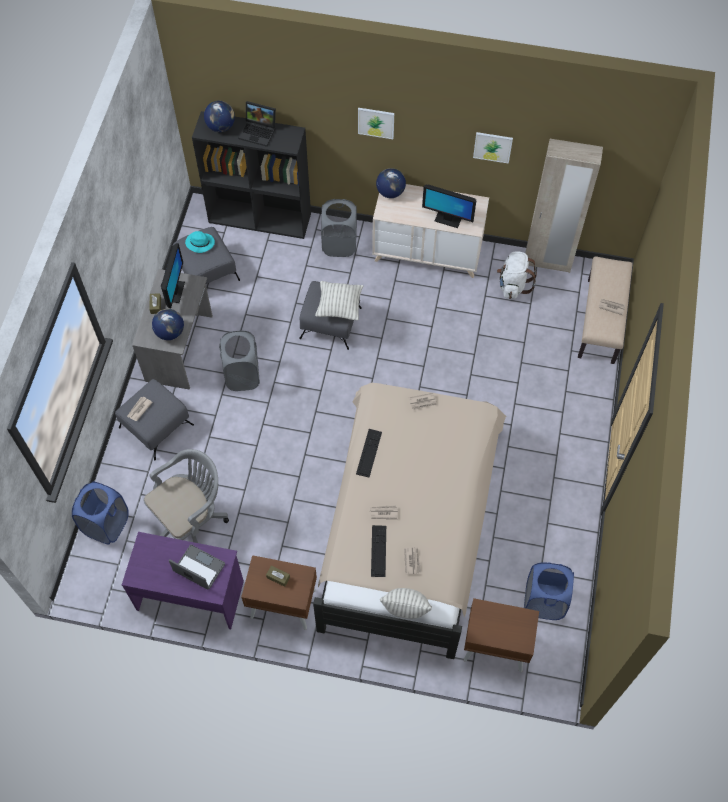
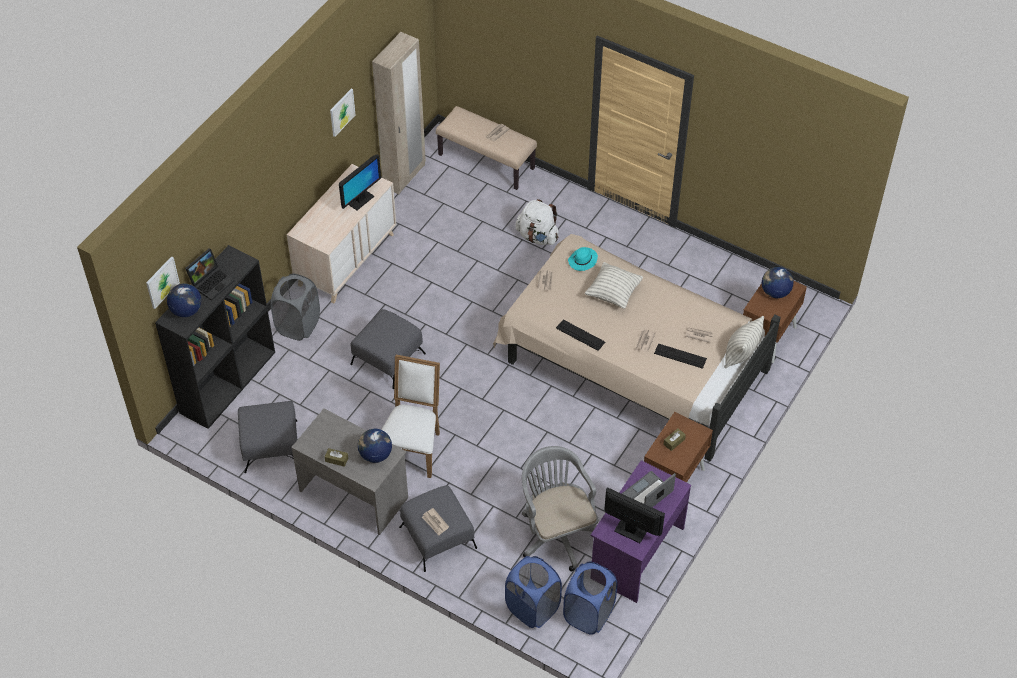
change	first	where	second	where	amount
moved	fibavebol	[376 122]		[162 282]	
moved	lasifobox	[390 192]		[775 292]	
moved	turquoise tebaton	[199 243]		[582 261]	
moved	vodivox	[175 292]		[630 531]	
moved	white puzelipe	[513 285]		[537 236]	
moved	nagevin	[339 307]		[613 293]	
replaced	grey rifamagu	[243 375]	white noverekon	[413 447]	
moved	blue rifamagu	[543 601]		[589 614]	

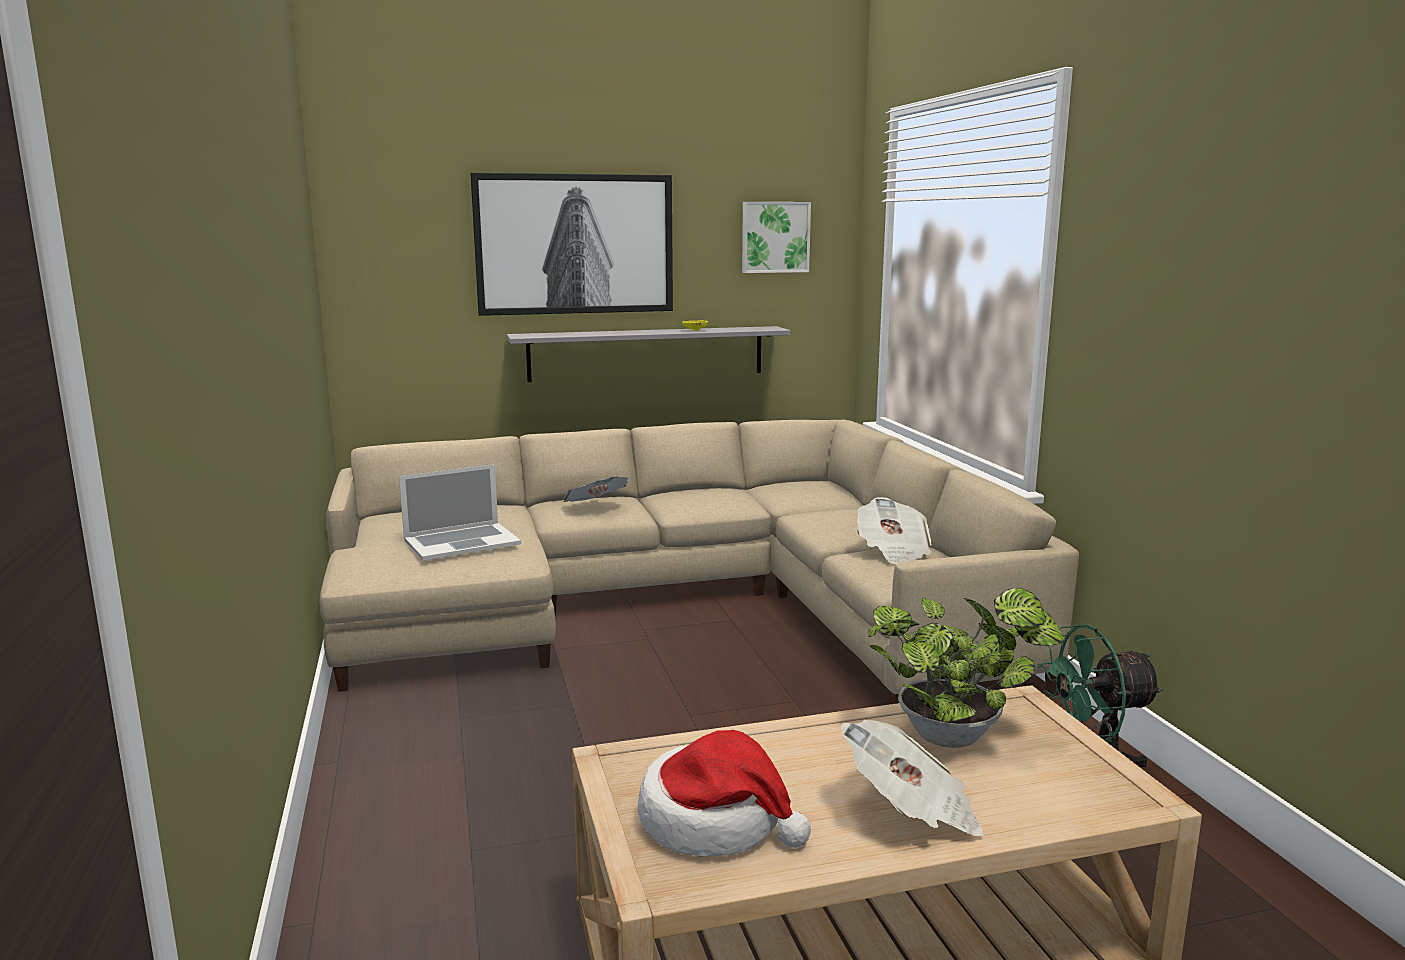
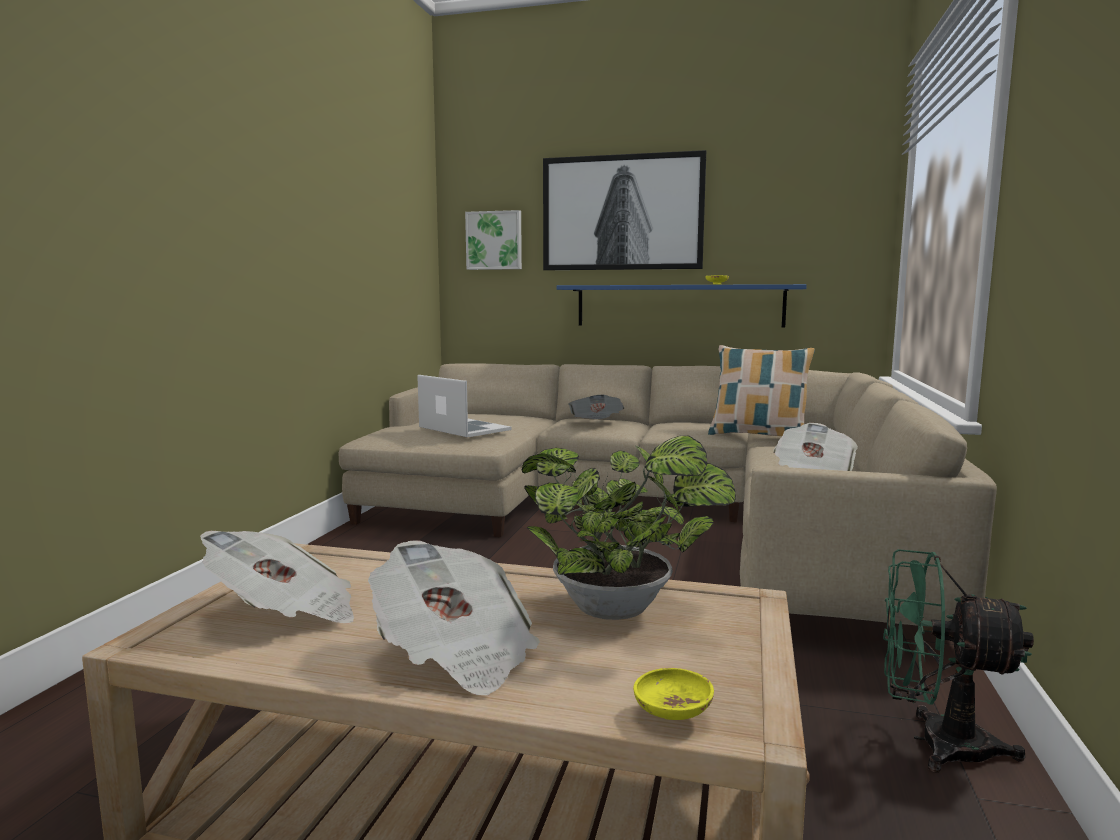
change	first	where	second	where	amount
moved	fibavebol	[775 237]		[494 240]	
recoloured	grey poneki	[647 353]	blue poneki	[678 305]	
turned	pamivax	[461 542]		[463 428]	135 degrees counterclockwise
replaced	tebaton	[715 821]	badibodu	[286 613]	
added			nagevin	[758 436]	
added			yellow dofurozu	[672 714]	

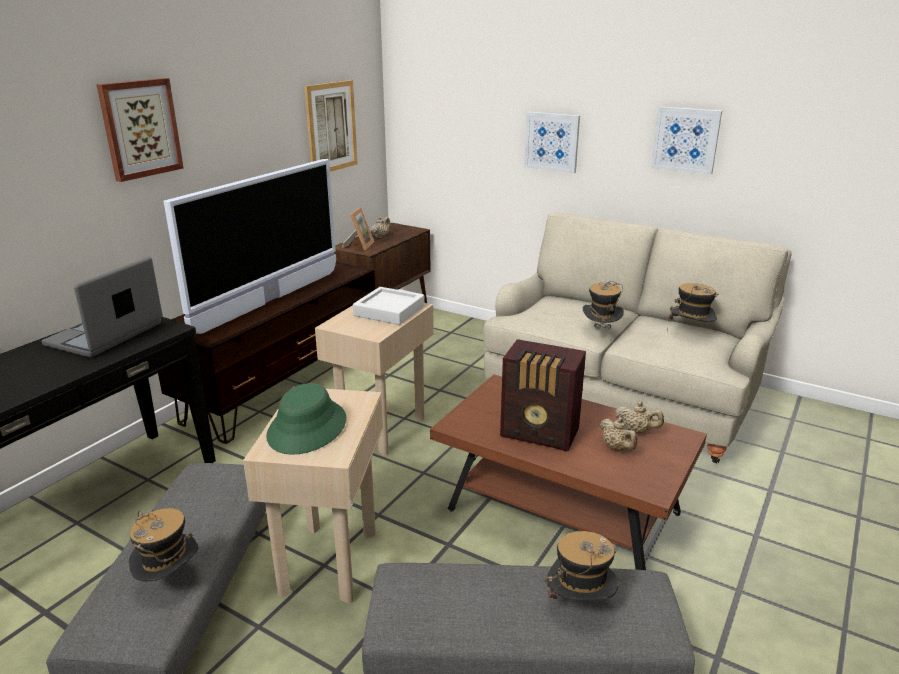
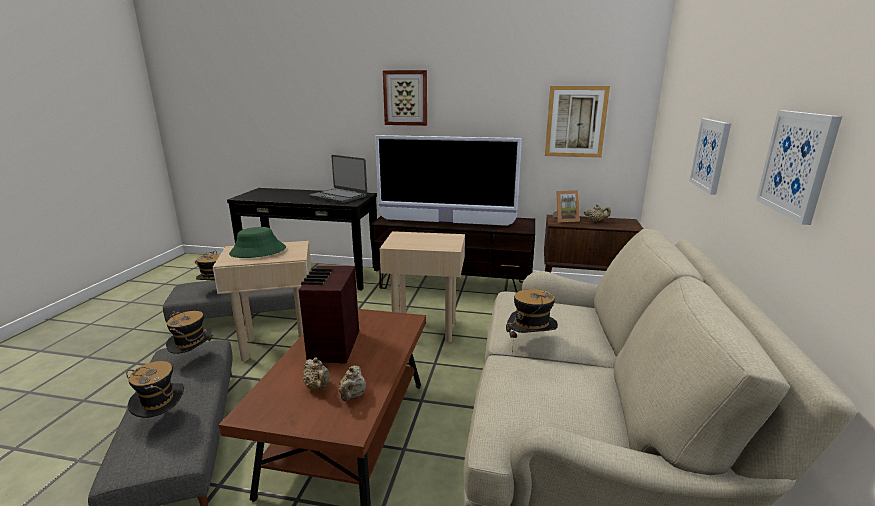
change	first	where	second	where	amount
turned	pamivax	[106 334]		[338 197]	150 degrees counterclockwise
moved	tebaton	[690 334]		[194 360]	
removed	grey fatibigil	[389 311]			
turned	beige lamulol	[617 448]		[318 387]	75 degrees counterclockwise

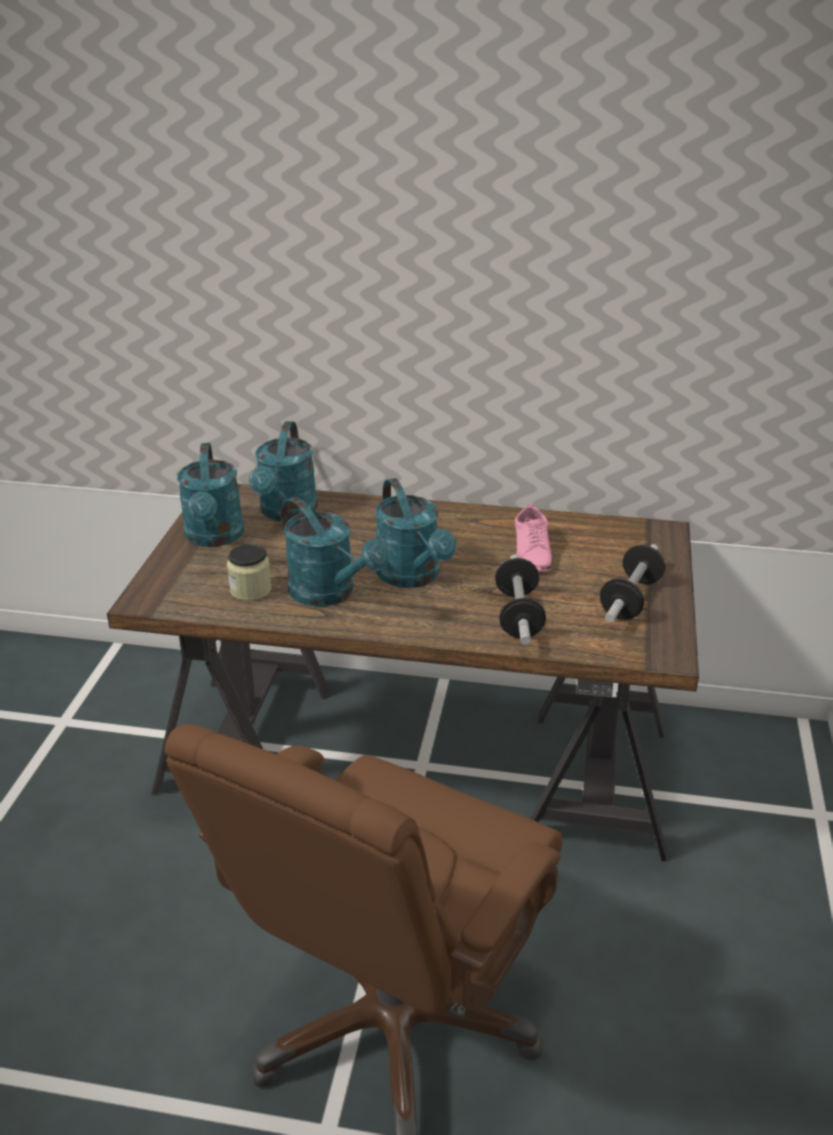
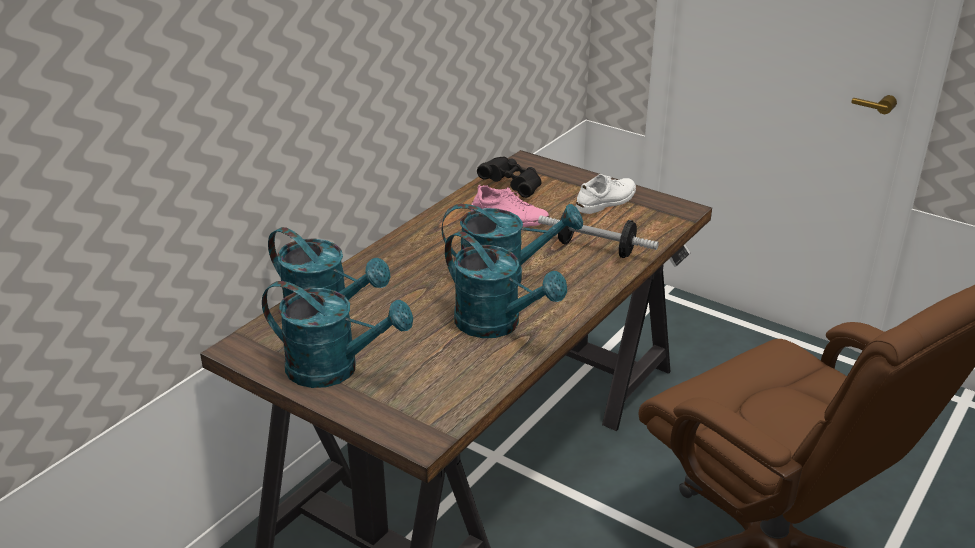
change	first	where	second	where	amount
turned	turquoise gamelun	[330 593]		[497 325]	60 degrees clockwise
removed	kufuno	[250 590]			
replaced	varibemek	[630 599]	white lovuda	[606 201]	
added			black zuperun	[512 186]	

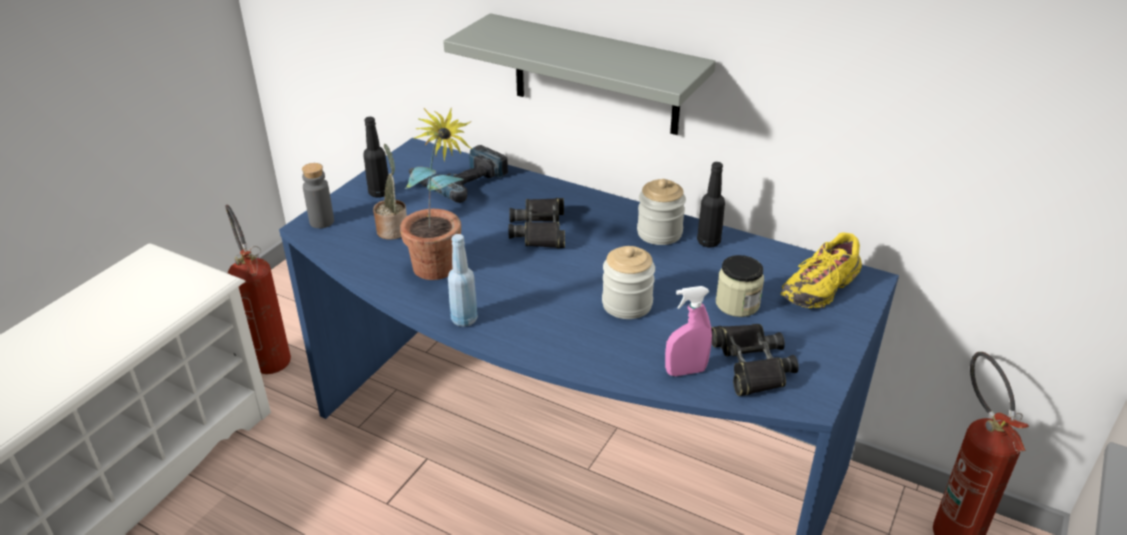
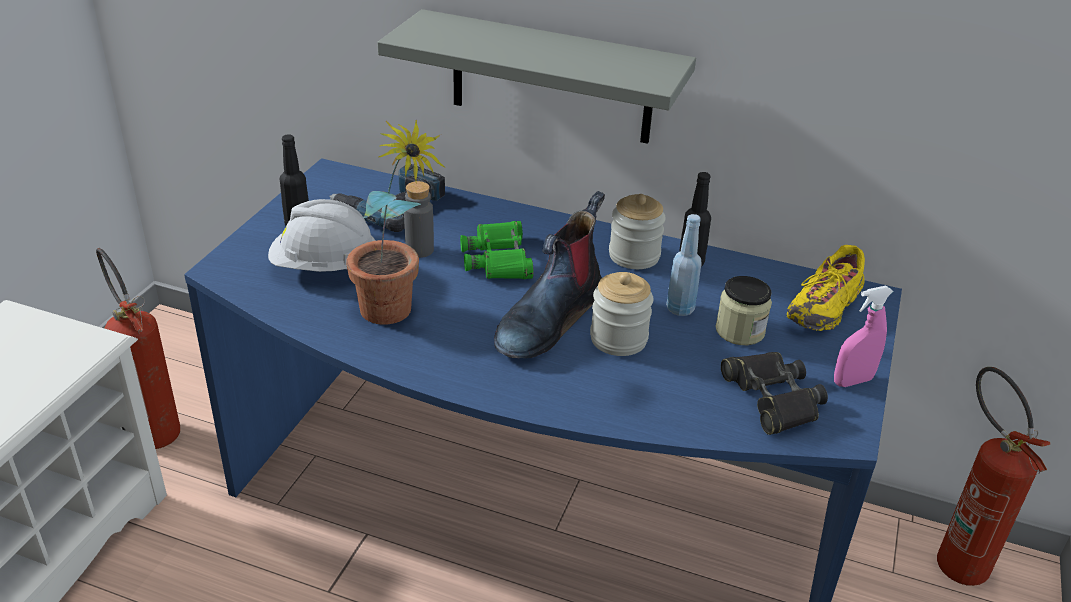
change	first	where	second	where	amount
replaced	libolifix	[393 229]	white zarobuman	[324 267]	
moved	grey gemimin	[322 222]		[419 250]	
recoloured	black zuperun	[540 230]	green zuperun	[498 259]	
moved	blue gemimin	[464 319]		[680 309]	
moved	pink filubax	[685 371]		[852 381]	
added			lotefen	[548 318]	

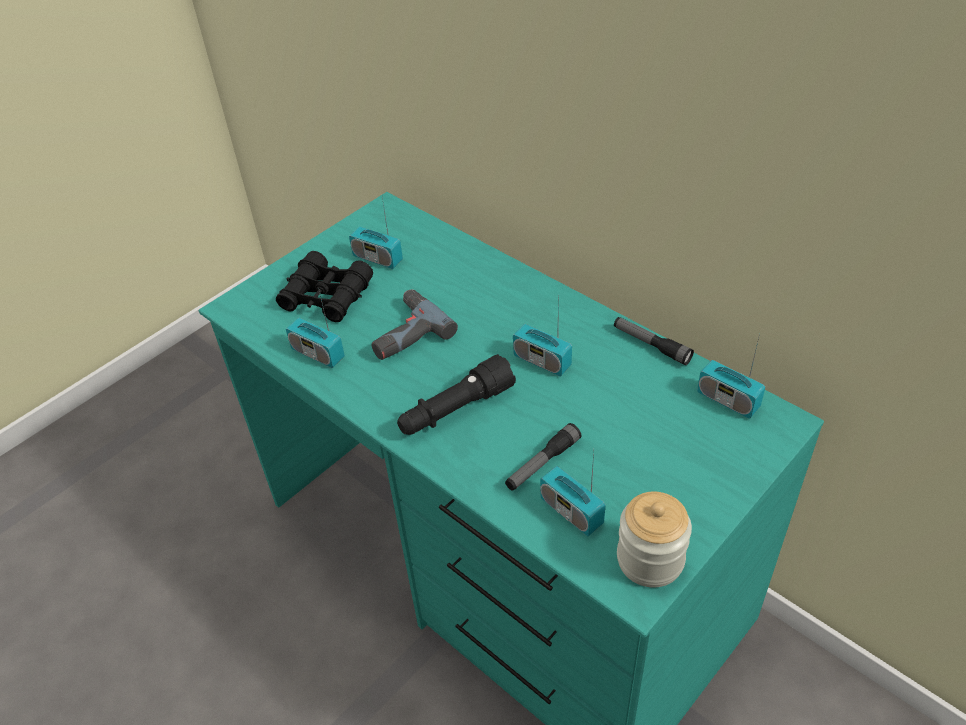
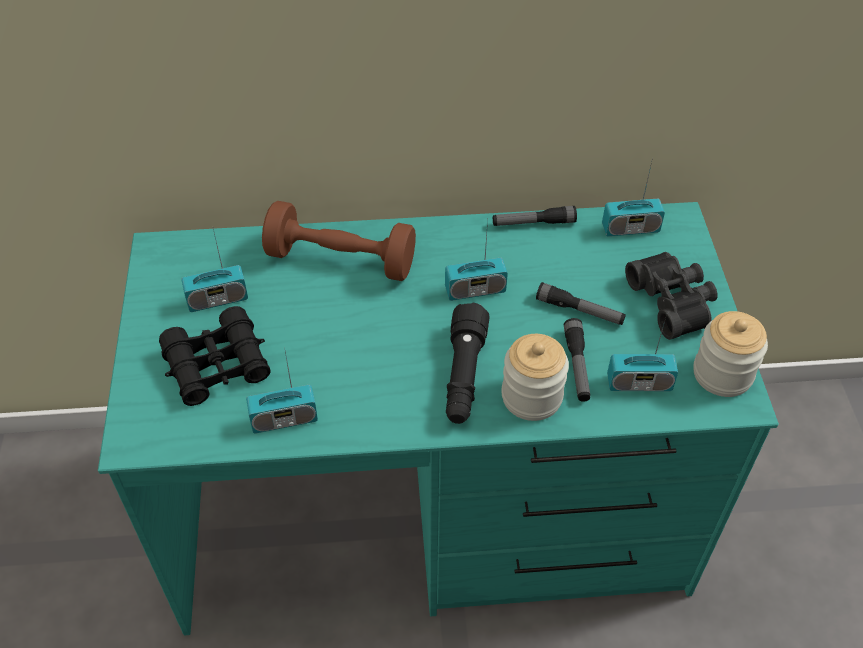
change	first	where	second	where	amount
removed	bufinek	[404 332]			
added			brown varibemek	[341 260]	
added			black zuperun	[673 301]	
added			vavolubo	[579 311]	
added			kufuno	[531 396]	

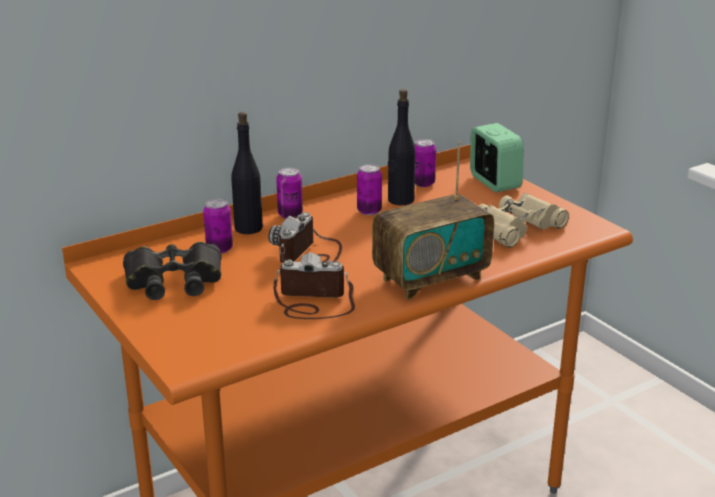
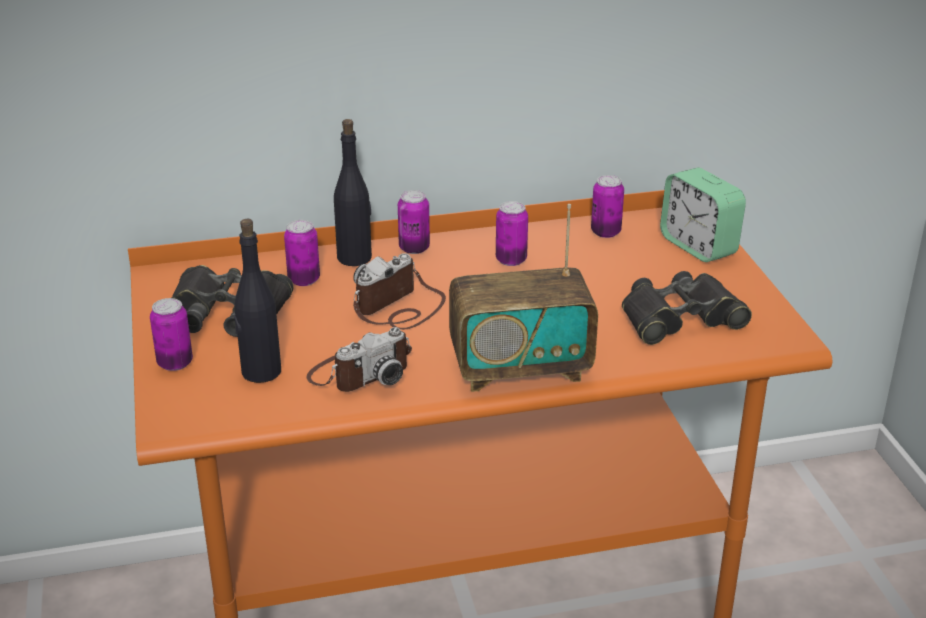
change	first	where	second	where	amount
moved	black gemimin	[400 200]		[260 372]	
turned	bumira	[494 182]		[698 246]	150 degrees clockwise
recoloured	beige zuperun	[517 228]	black zuperun	[680 318]	
turned	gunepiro	[313 303]		[360 372]	120 degrees clockwise
added			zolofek	[175 363]	

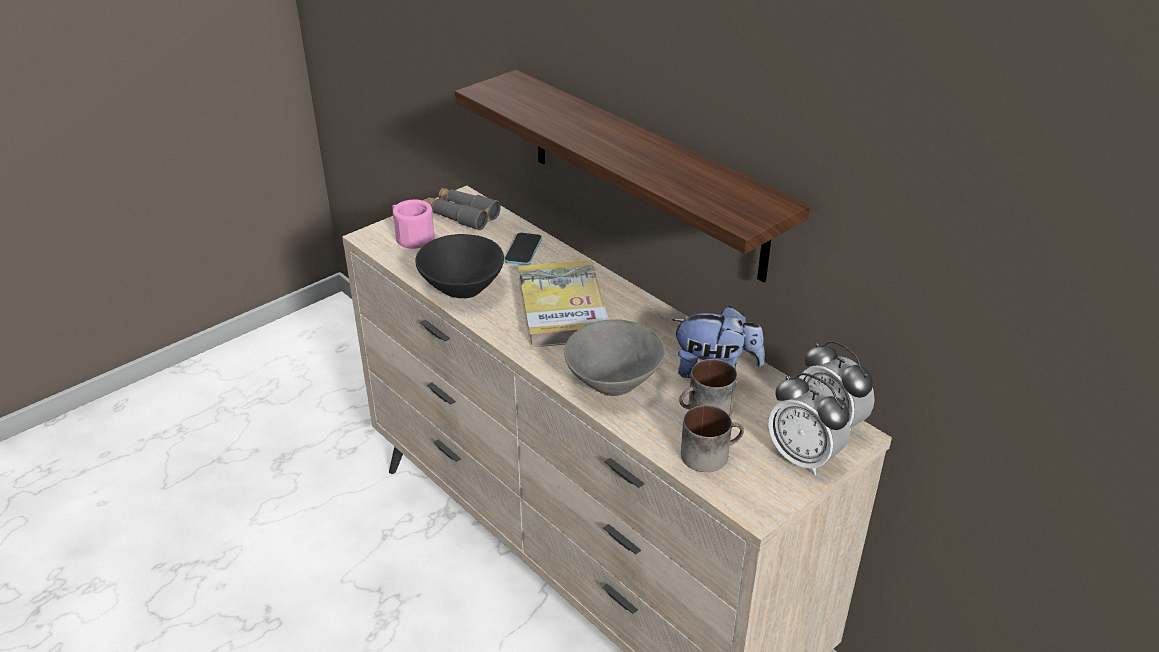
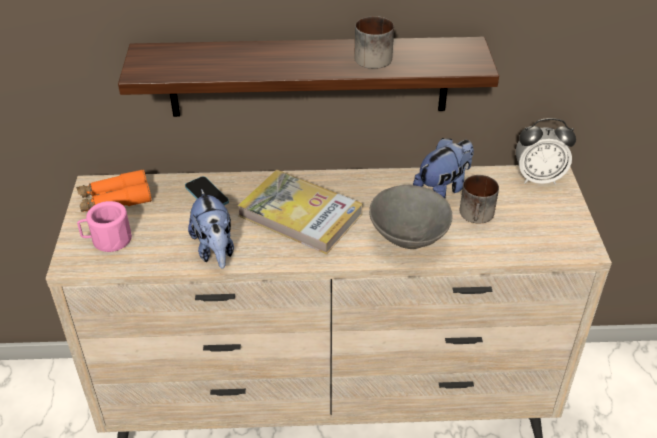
change	first	where	second	where	amount
recoloured	grey zuperun	[460 215]	orange zuperun	[115 200]	
replaced	black dofurozu	[462 289]	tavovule	[215 250]	
removed	bumira	[803 458]			
moved	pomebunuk	[710 453]		[373 56]	

